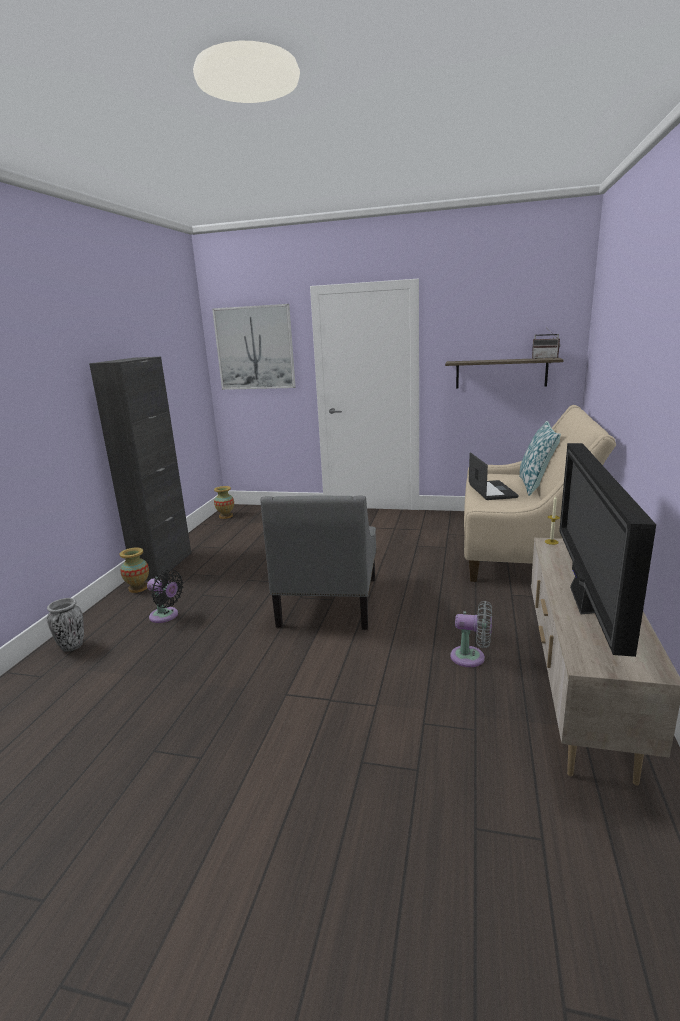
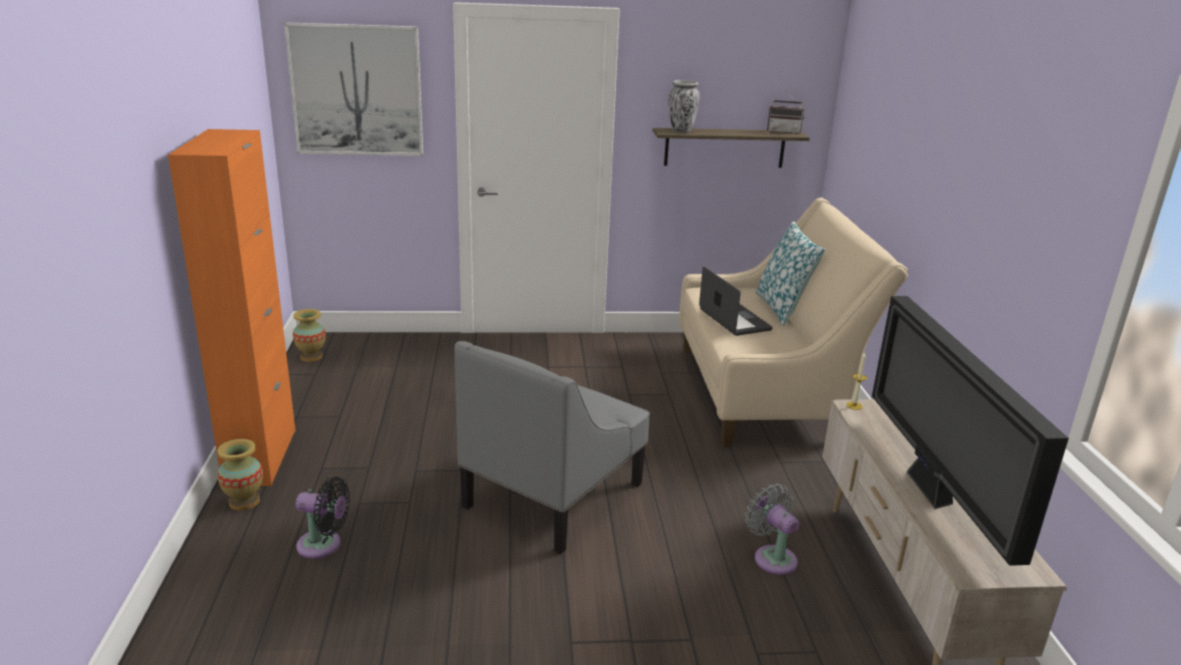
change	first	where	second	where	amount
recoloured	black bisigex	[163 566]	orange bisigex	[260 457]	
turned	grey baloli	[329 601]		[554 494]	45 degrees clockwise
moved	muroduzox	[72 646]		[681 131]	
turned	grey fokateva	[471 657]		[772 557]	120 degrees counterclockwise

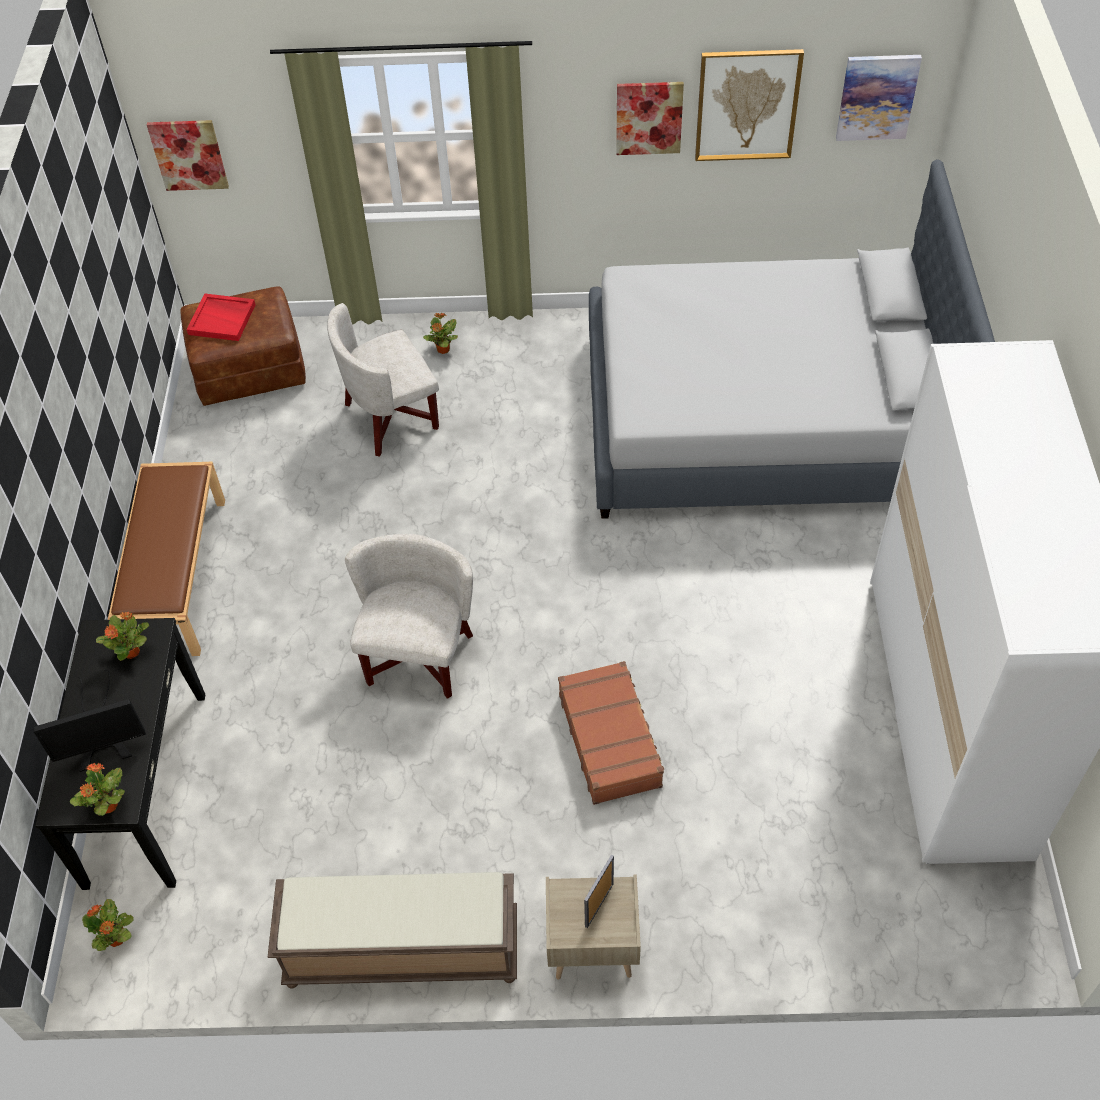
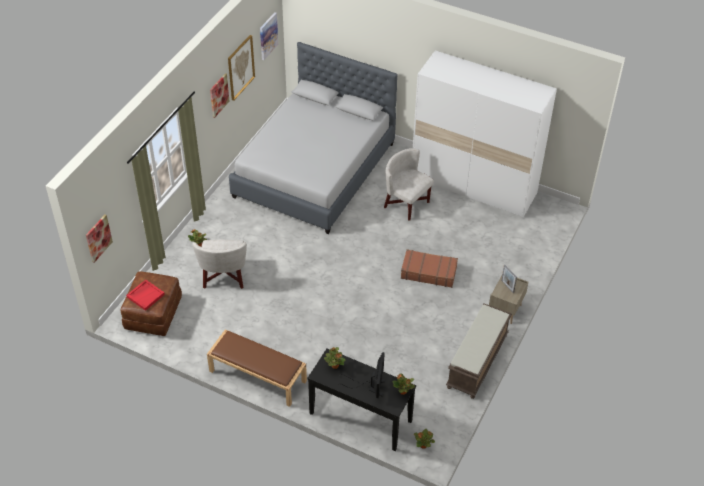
change	first	where	second	where	amount
moved	white baloli	[419 657]		[406 204]	

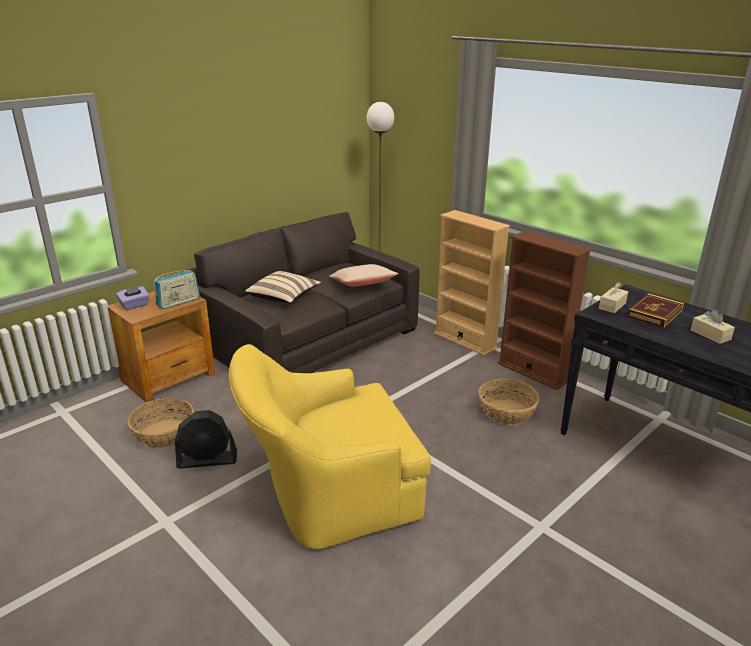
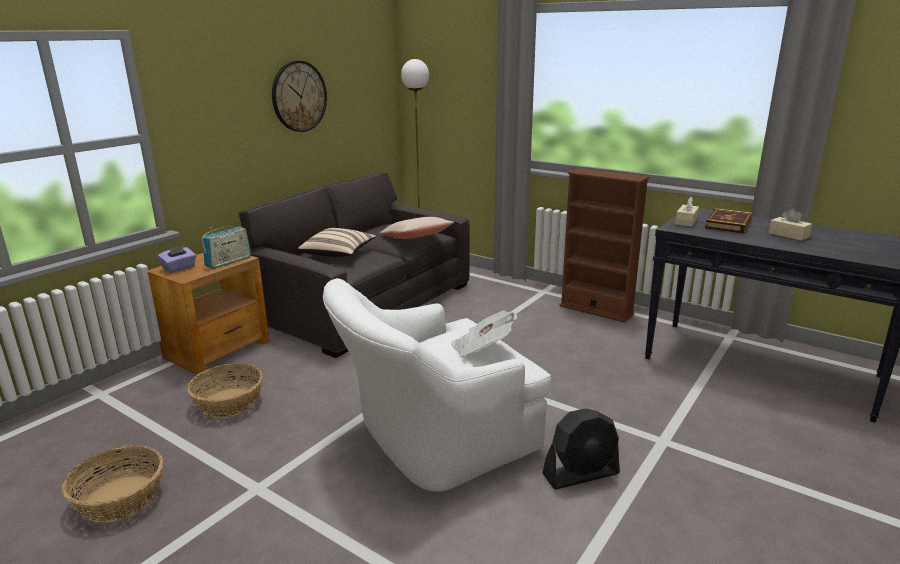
change	first	where	second	where	amount
removed	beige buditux	[465 340]			
recoloured	yellow baloli	[328 495]	white baloli	[433 439]	
moved	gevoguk	[507 412]		[121 498]	
moved	black fokateva	[207 460]		[581 474]	
added			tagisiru	[299 96]	
added			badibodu	[482 348]	

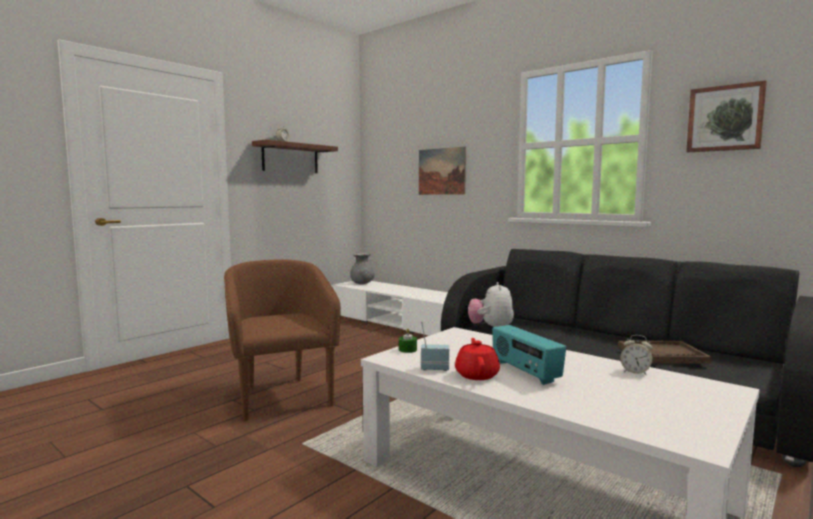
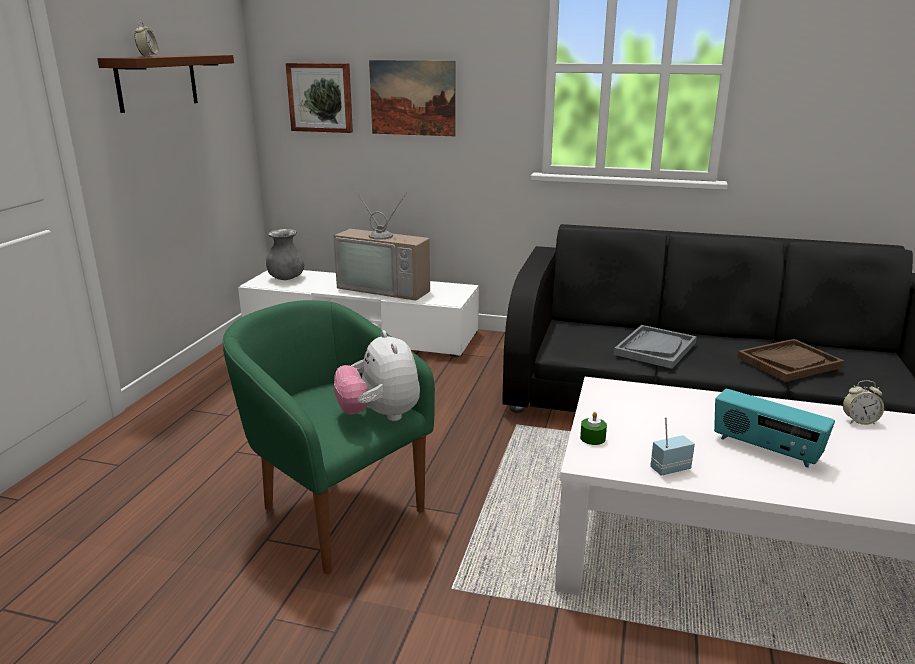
change	first	where	second	where	amount
moved	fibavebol	[725 118]		[321 97]	
recoloured	brown baloli	[281 396]	green baloli	[334 512]	
moved	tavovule	[491 328]		[380 416]	
removed	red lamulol	[477 374]			
added			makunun	[387 288]	
added			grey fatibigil	[655 348]	

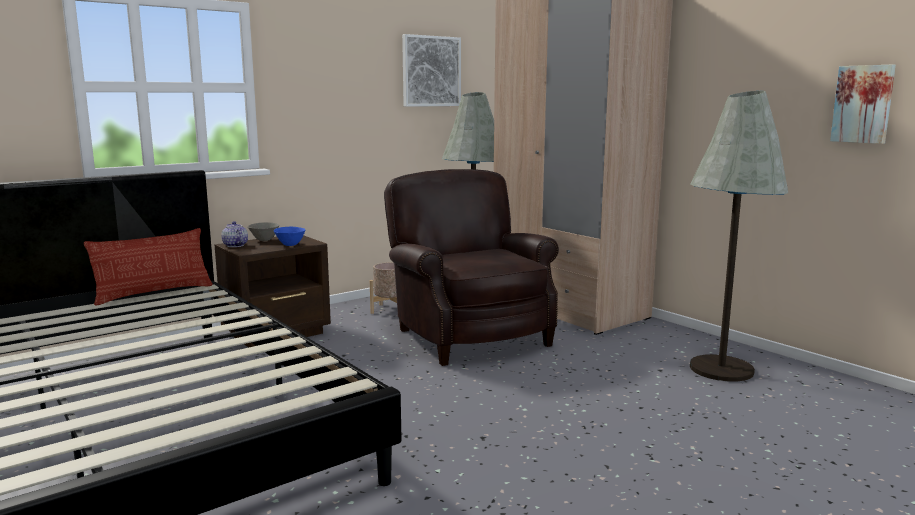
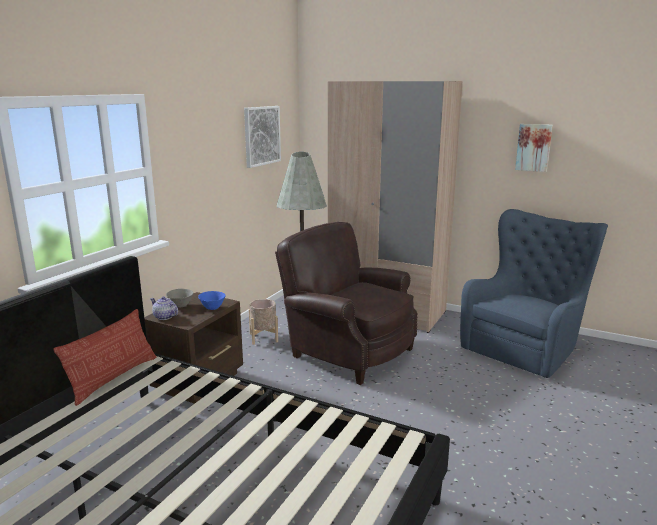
change	first	where	second	where	amount
moved	fibavebol	[863 104]		[533 147]	
replaced	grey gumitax	[721 369]	blue baloli	[525 347]	

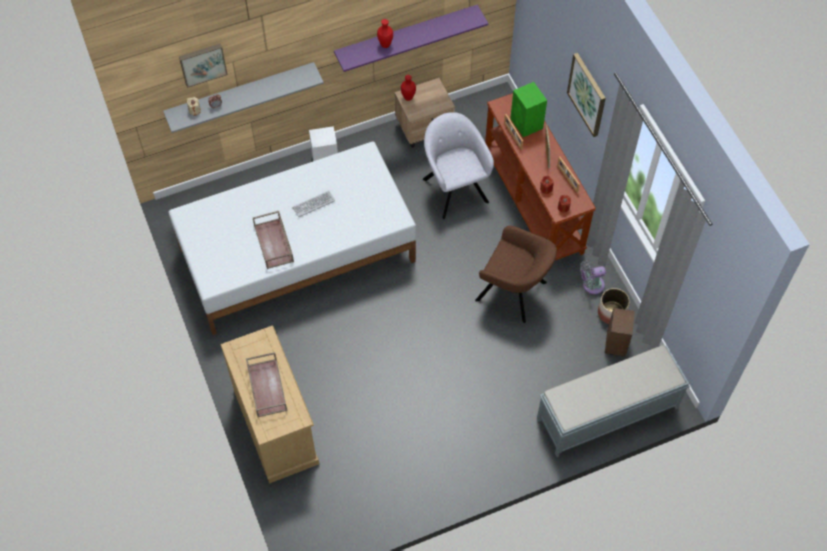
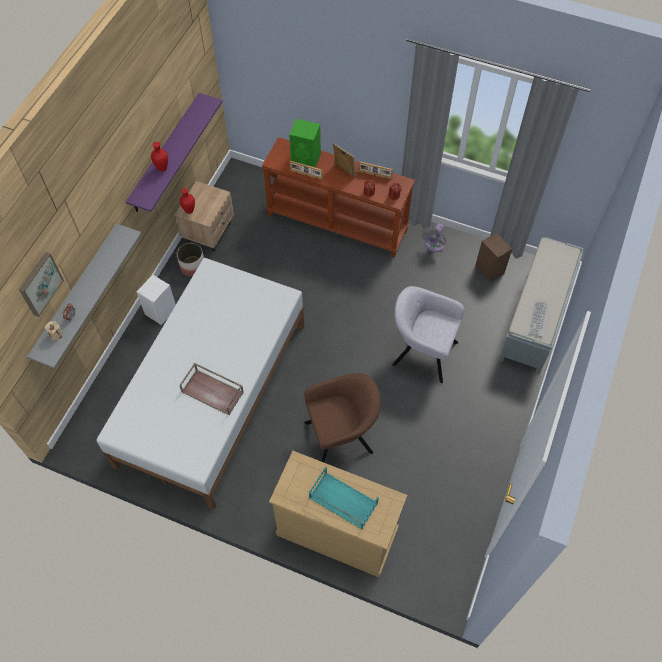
change	first	where	second	where	amount
removed	fibavebol	[587 94]			
moved	grey baloli	[454 188]		[422 352]	
moved	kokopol	[313 204]		[538 319]	
moved	brown baloli	[514 292]		[341 436]	
moved	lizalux	[611 313]		[192 266]	
recoloured	brown fatibigil	[266 387]	turquoise fatibigil	[342 500]	

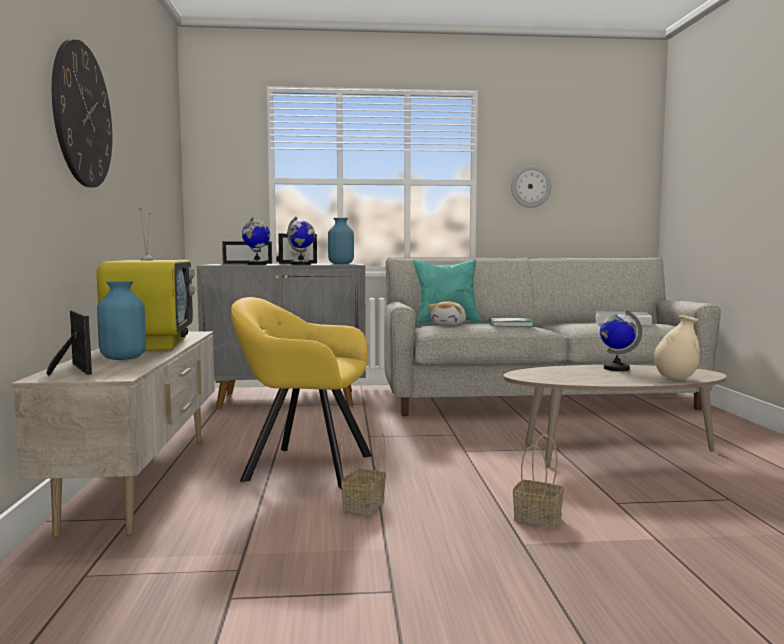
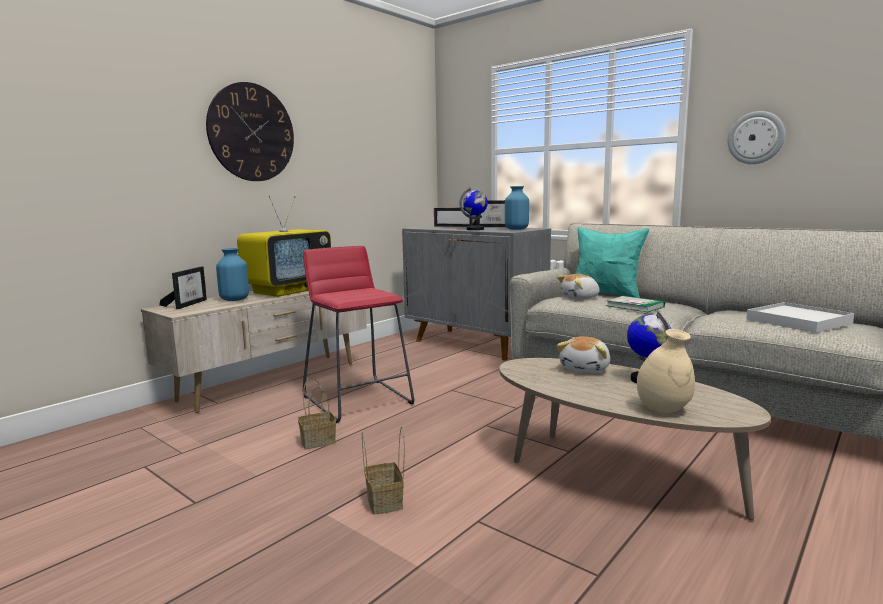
change	first	where	second	where	amount
removed	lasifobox	[257 264]			
replaced	yellow baloli	[303 466]	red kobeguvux	[358 400]	
added			tavovule	[586 369]	

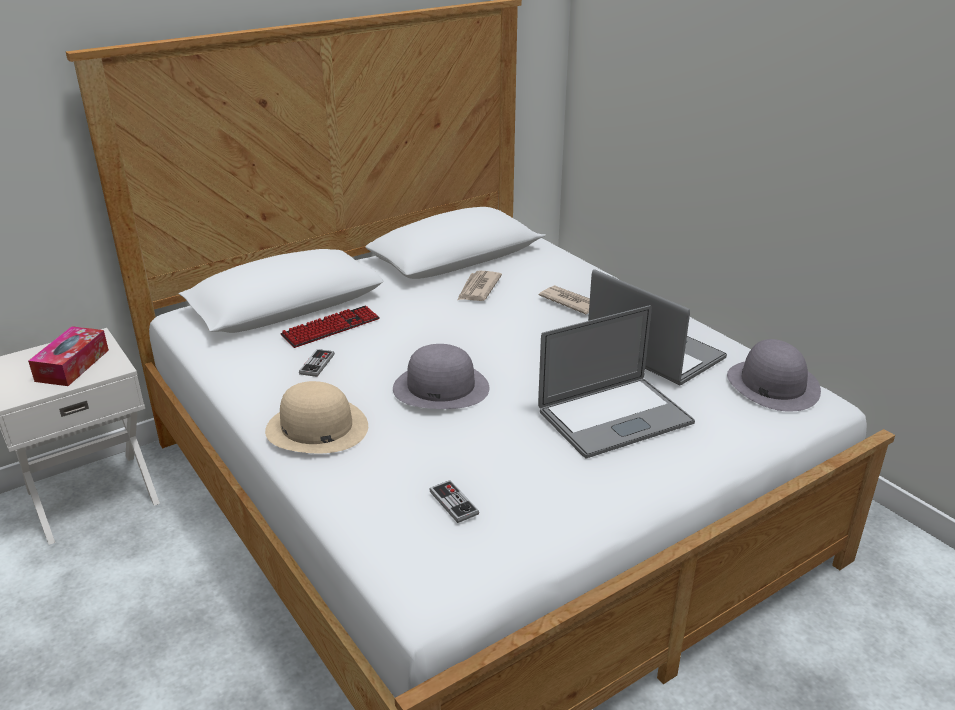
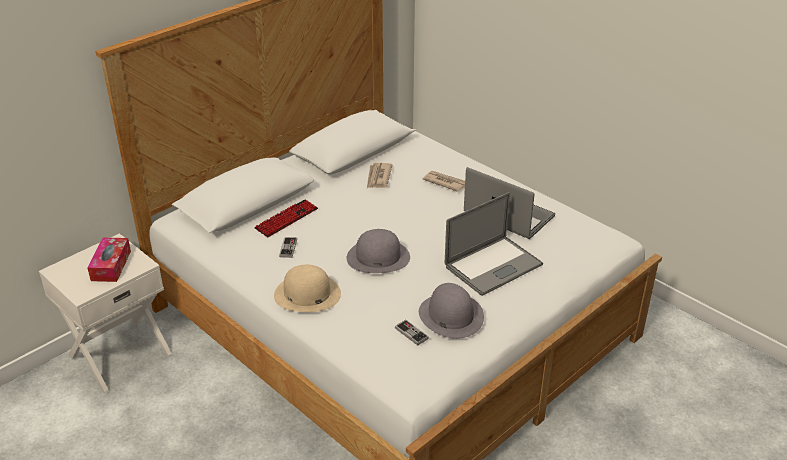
change	first	where	second	where	amount
moved	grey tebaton	[772 384]		[450 315]	

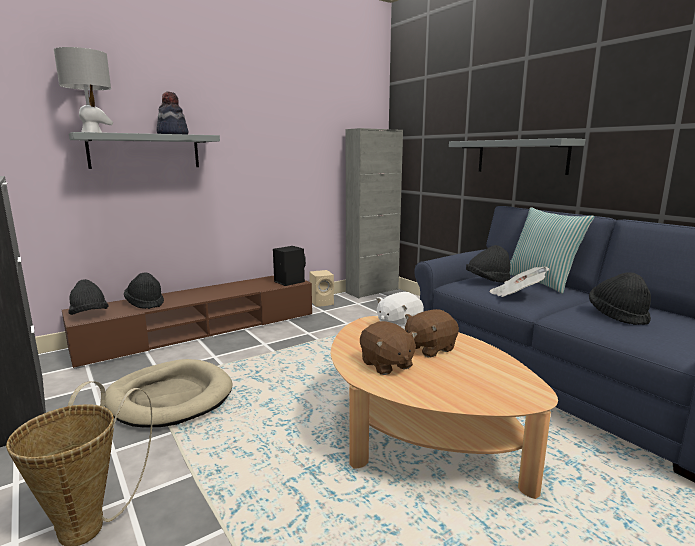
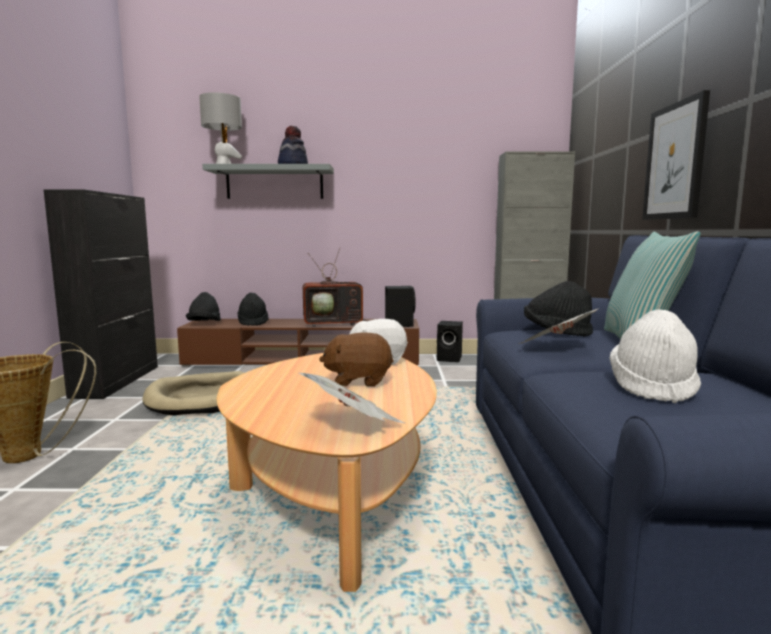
change	first	where	second	where	amount
replaced	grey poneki	[521 157]	fibavebol	[675 162]	
recoloured	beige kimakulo	[322 302]	black kimakulo	[450 359]	
recoloured	black tebaton	[617 315]	white tebaton	[652 387]	
removed	brown tavovule	[386 365]			
added			makunun	[334 323]	
added			badibodu	[353 424]	

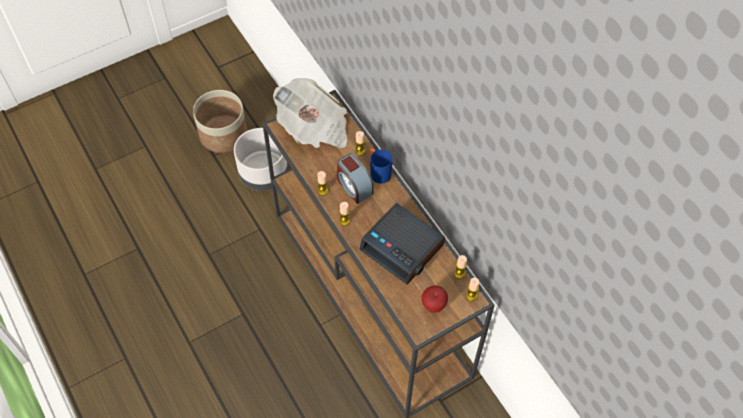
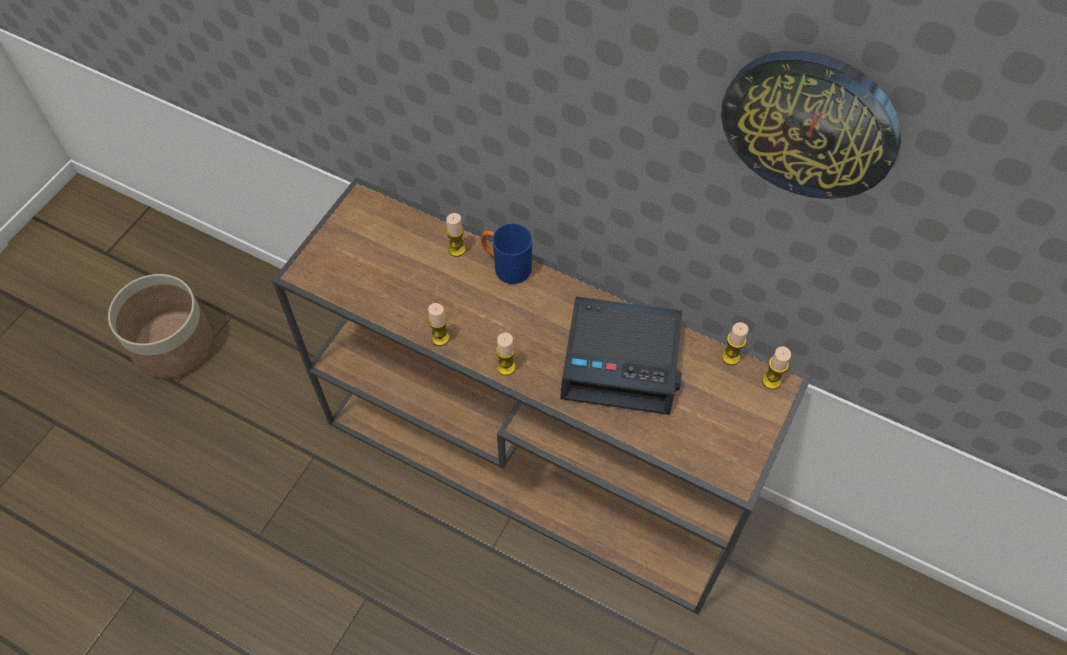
change	first	where	second	where	amount
removed	badibodu	[314 128]			
removed	grey lizalux	[264 174]			
removed	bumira	[354 186]			
removed	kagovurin	[433 306]			
added			tagisiru	[810 124]	

